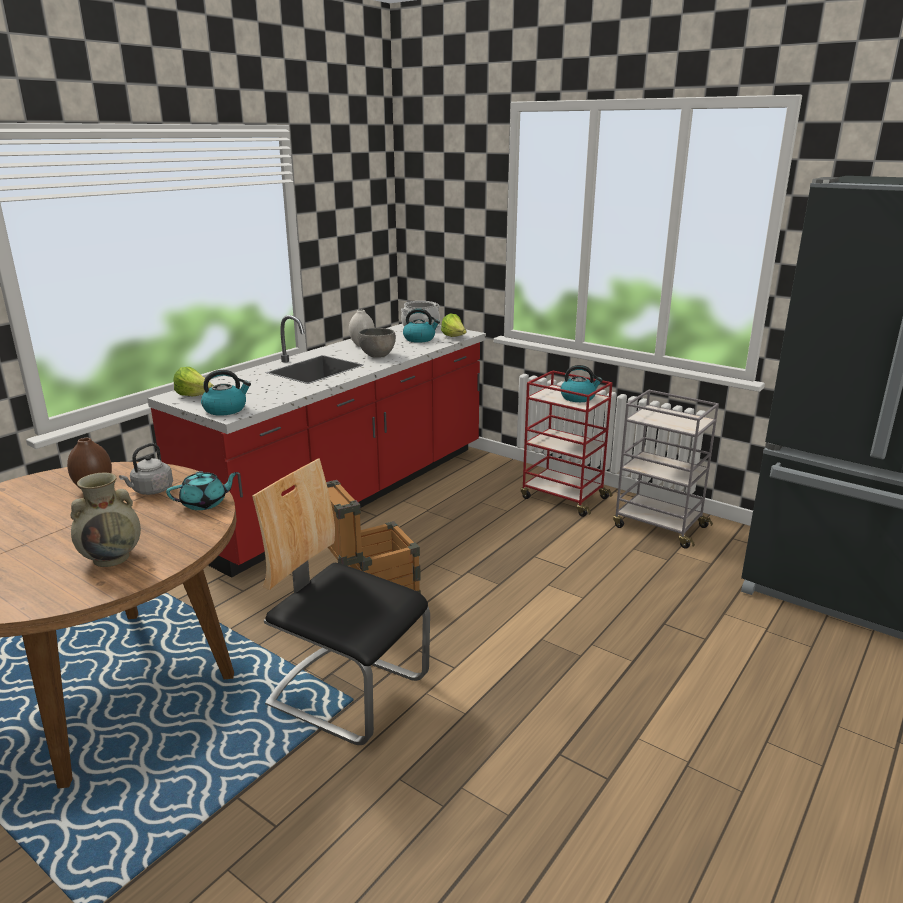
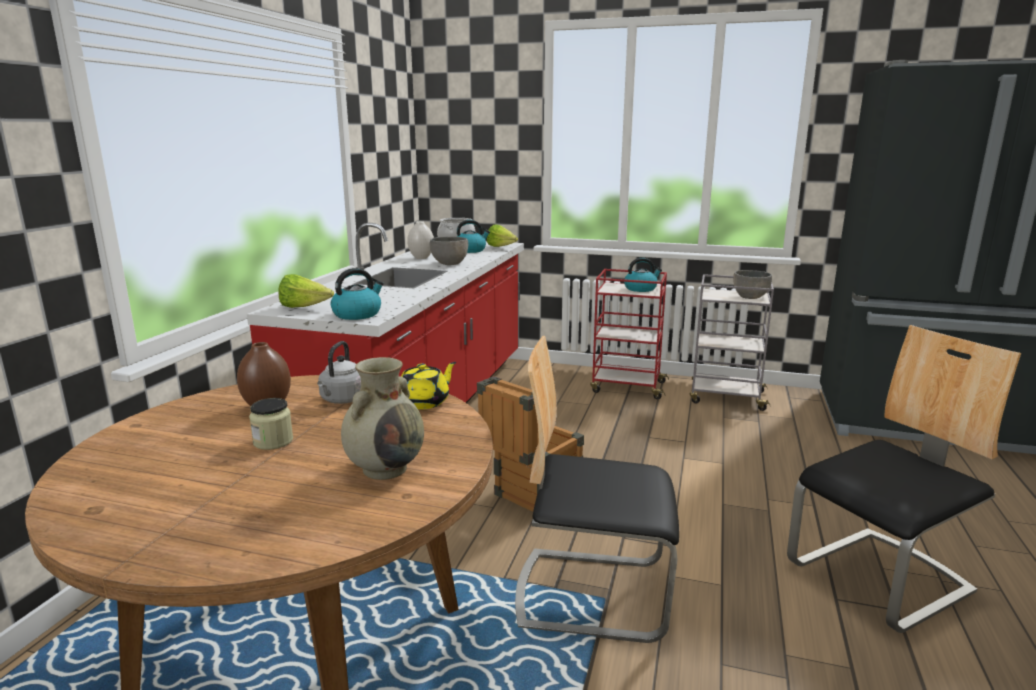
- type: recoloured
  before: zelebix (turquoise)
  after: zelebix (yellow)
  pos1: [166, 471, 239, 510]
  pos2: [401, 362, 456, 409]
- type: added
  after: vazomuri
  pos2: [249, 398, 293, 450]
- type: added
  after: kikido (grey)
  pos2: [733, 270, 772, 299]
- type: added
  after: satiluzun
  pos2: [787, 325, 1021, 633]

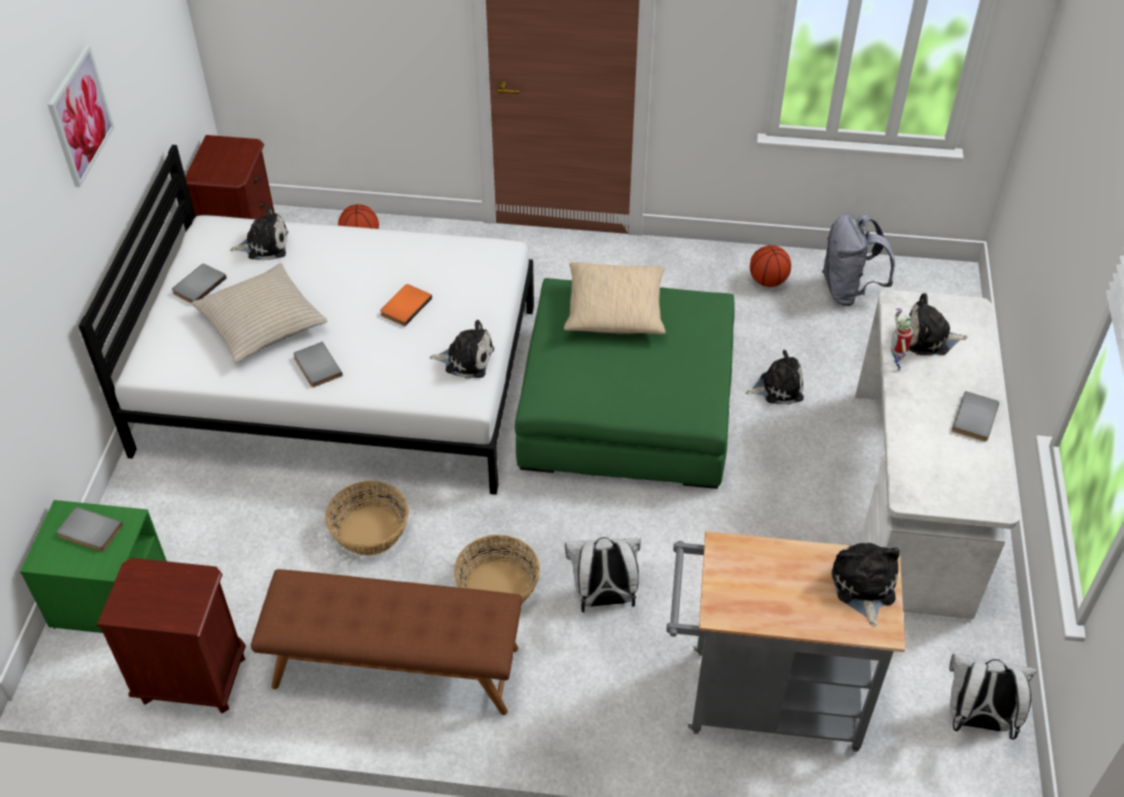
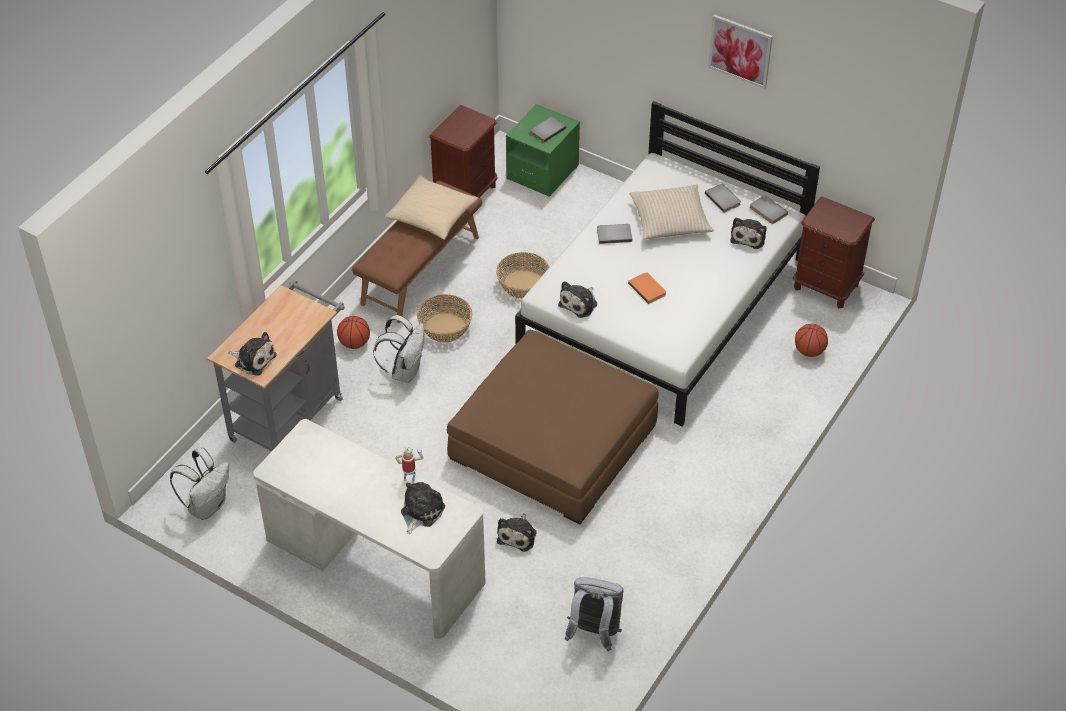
- type: recoloured
  before: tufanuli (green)
  after: tufanuli (brown)
  pos1: [515, 278, 735, 489]
  pos2: [447, 330, 659, 525]
- type: moved
  before: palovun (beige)
  pos1: [564, 262, 666, 334]
  pos2: [385, 175, 478, 240]
- type: moved
  before: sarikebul
  pos1: [750, 245, 791, 287]
  pos2: [337, 316, 370, 349]
- type: moved
  before: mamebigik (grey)
  pos1: [952, 391, 999, 442]
  pos2: [750, 195, 788, 224]

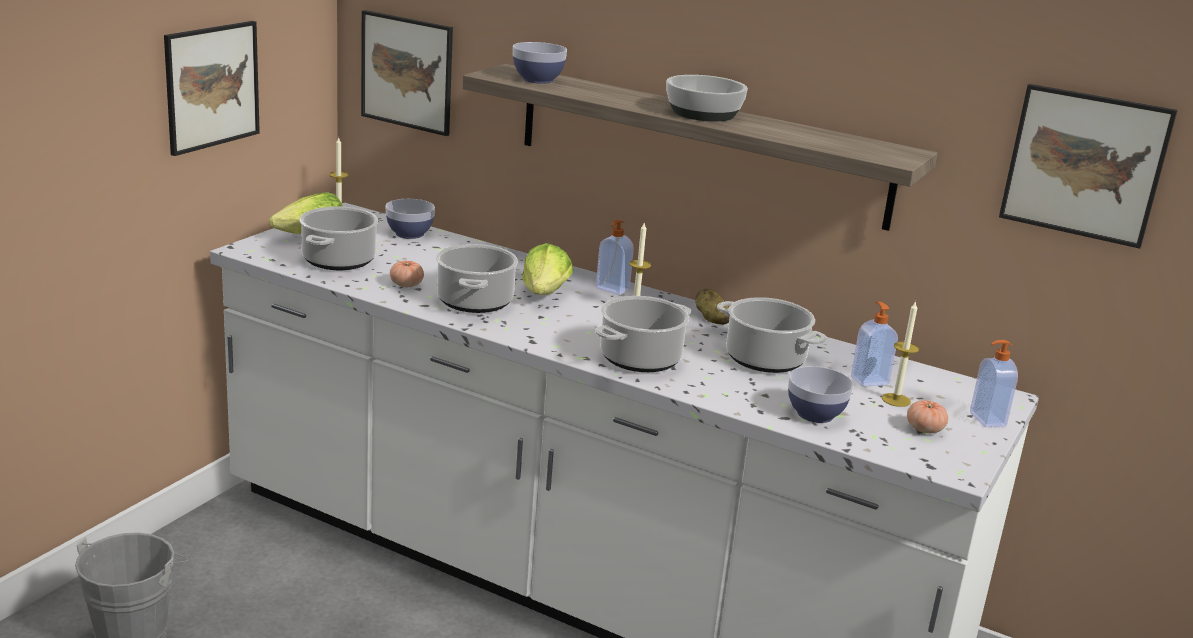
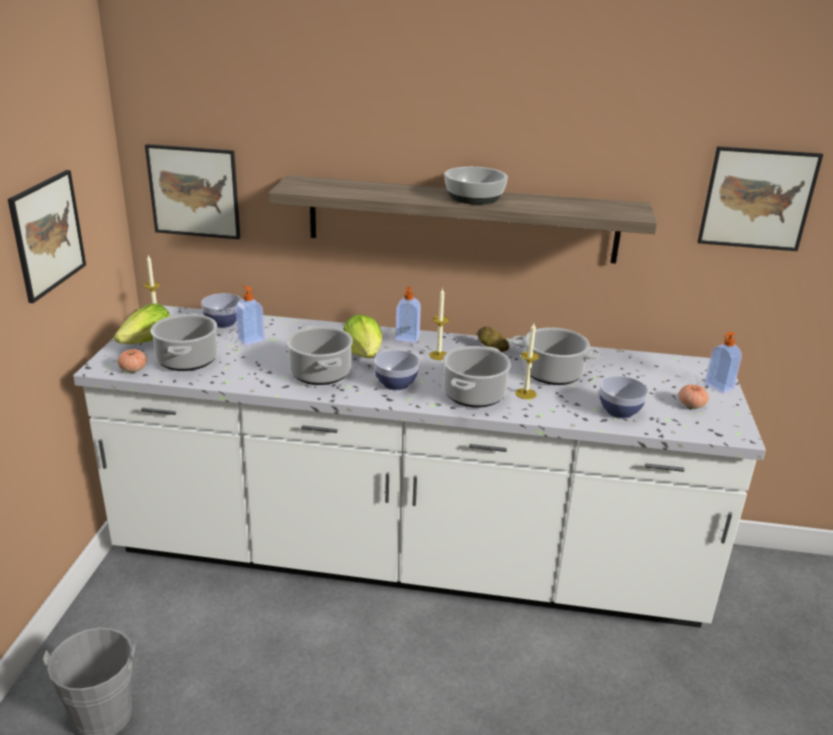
- type: moved
  before: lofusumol
  pos1: [390, 261, 424, 287]
  pos2: [117, 349, 147, 372]
- type: moved
  before: kikido
  pos1: [513, 42, 567, 84]
  pos2: [374, 350, 419, 390]
- type: moved
  before: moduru
  pos1: [851, 302, 898, 387]
  pos2: [236, 286, 265, 345]
- type: moved
  before: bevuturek
  pos1: [882, 301, 919, 407]
  pos2: [515, 323, 540, 399]

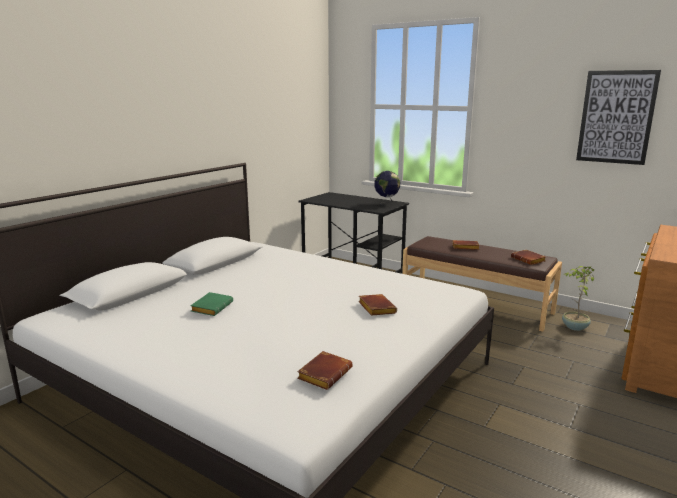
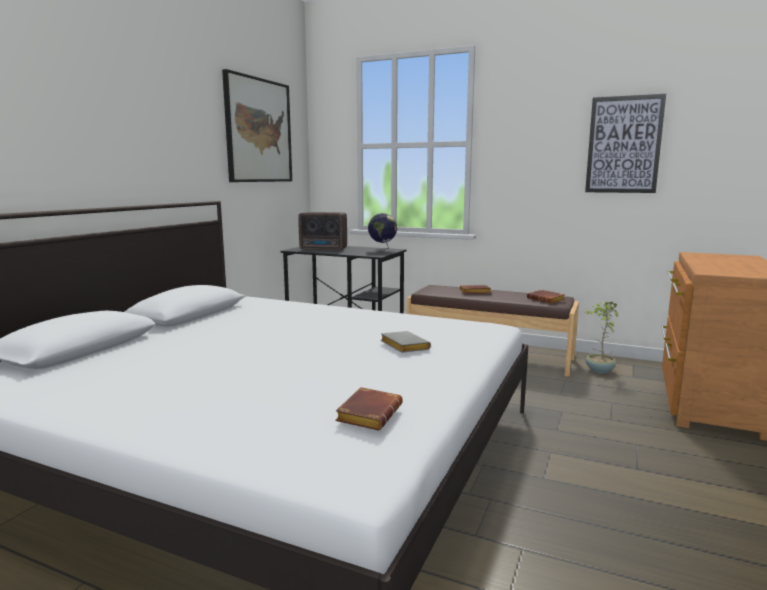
- type: removed
  before: mamebigik (green)
  pos1: [190, 292, 233, 316]
- type: recoloured
  before: mamebigik (brown)
  after: mamebigik (grey)
  pos1: [358, 294, 397, 316]
  pos2: [380, 331, 431, 353]
- type: added
  after: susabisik
  pos2: [222, 69, 292, 182]
- type: added
  after: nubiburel
  pos2: [298, 212, 347, 251]

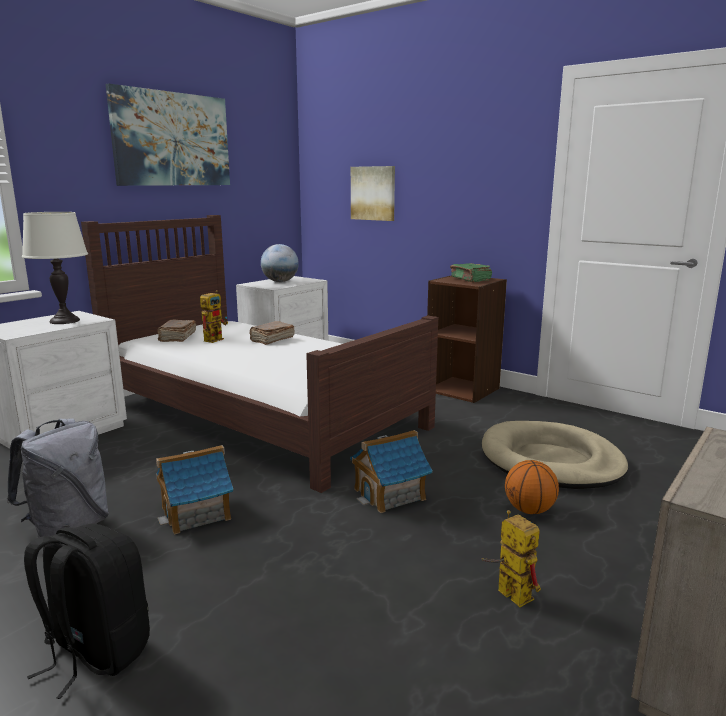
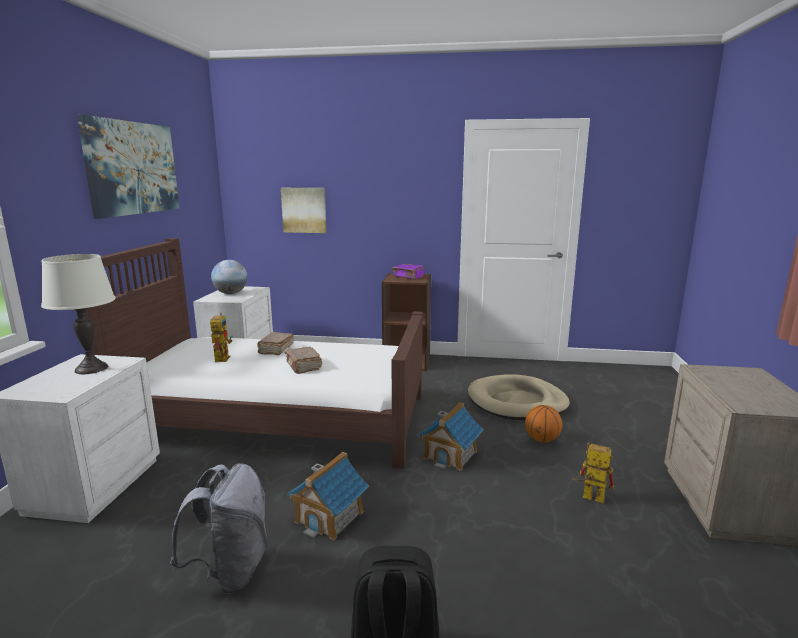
- type: moved
  before: mamebigik (brown)
  pos1: [157, 319, 196, 342]
  pos2: [285, 347, 322, 374]
- type: recoloured
  before: mamebigik (green)
  after: mamebigik (purple)
  pos1: [450, 263, 492, 282]
  pos2: [392, 264, 425, 280]

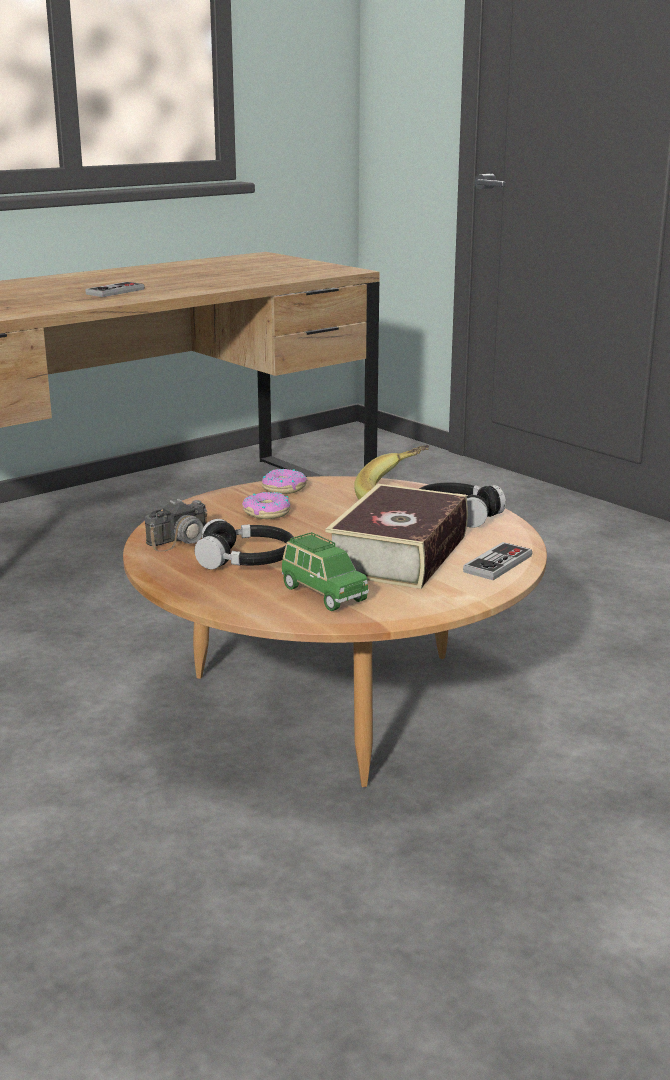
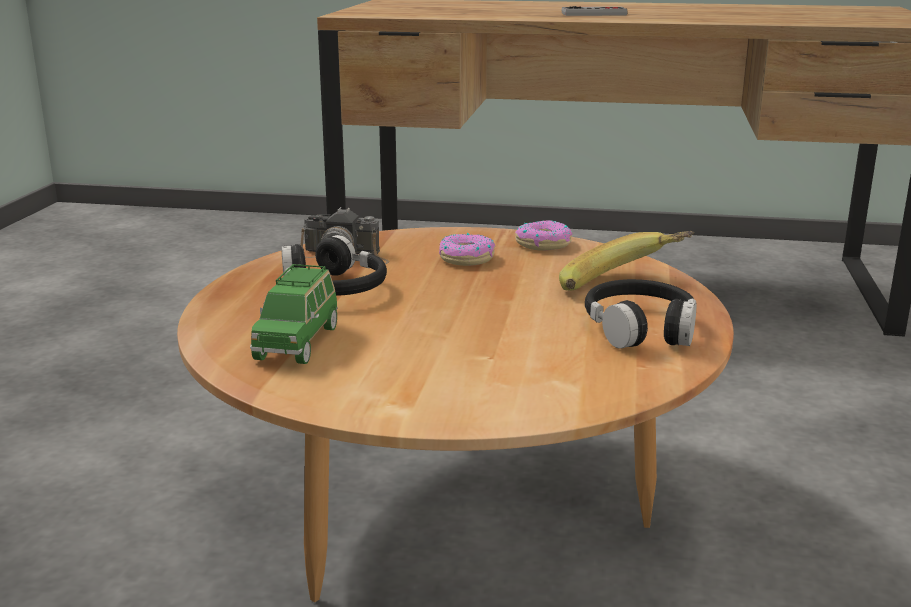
- type: removed
  before: mamebigik
  pos1: [325, 484, 468, 589]
- type: removed
  before: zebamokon
  pos1: [463, 542, 532, 580]

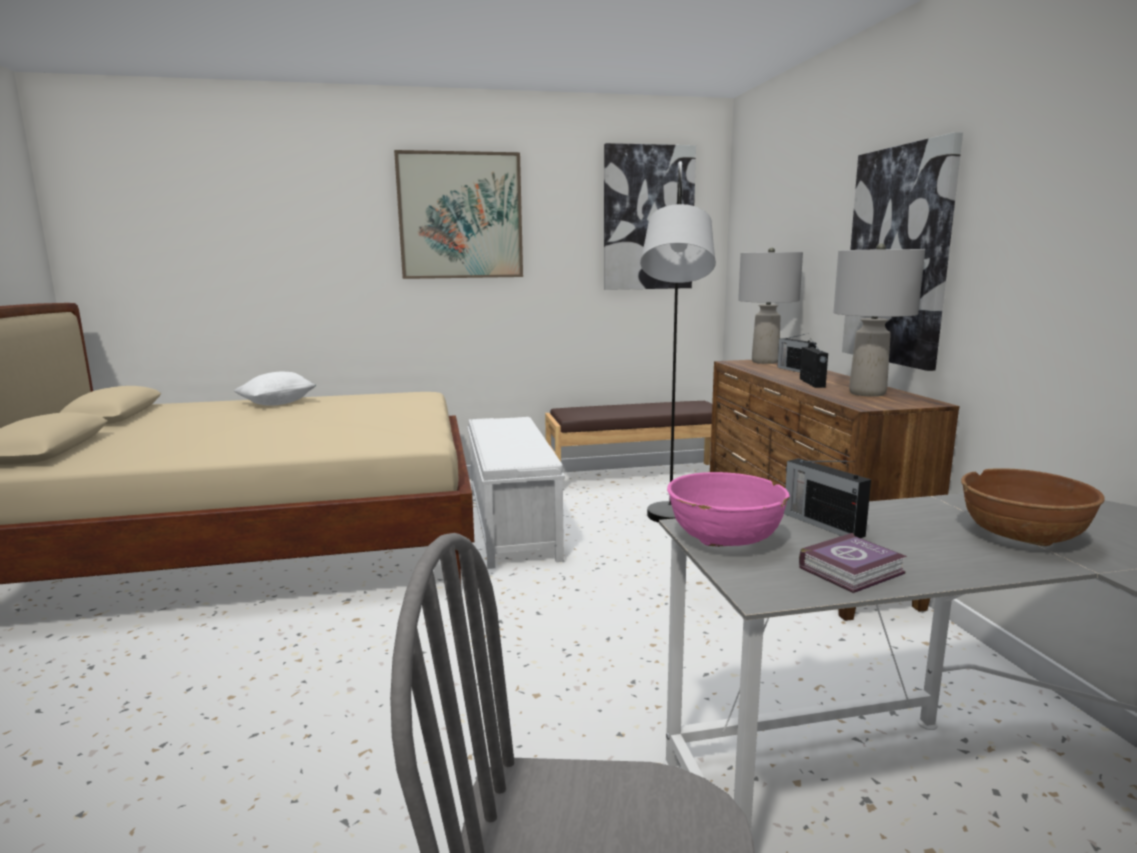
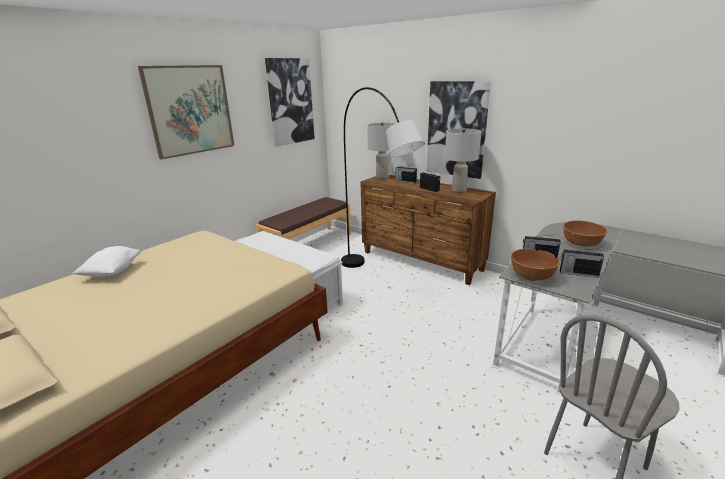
- type: recoloured
  before: kikido (pink)
  after: kikido (brown)
  pos1: [667, 472, 790, 547]
  pos2: [511, 249, 560, 281]
- type: replaced
  before: mamebigik
  after: nubiburel
  pos1: [799, 533, 907, 593]
  pos2: [560, 248, 604, 278]

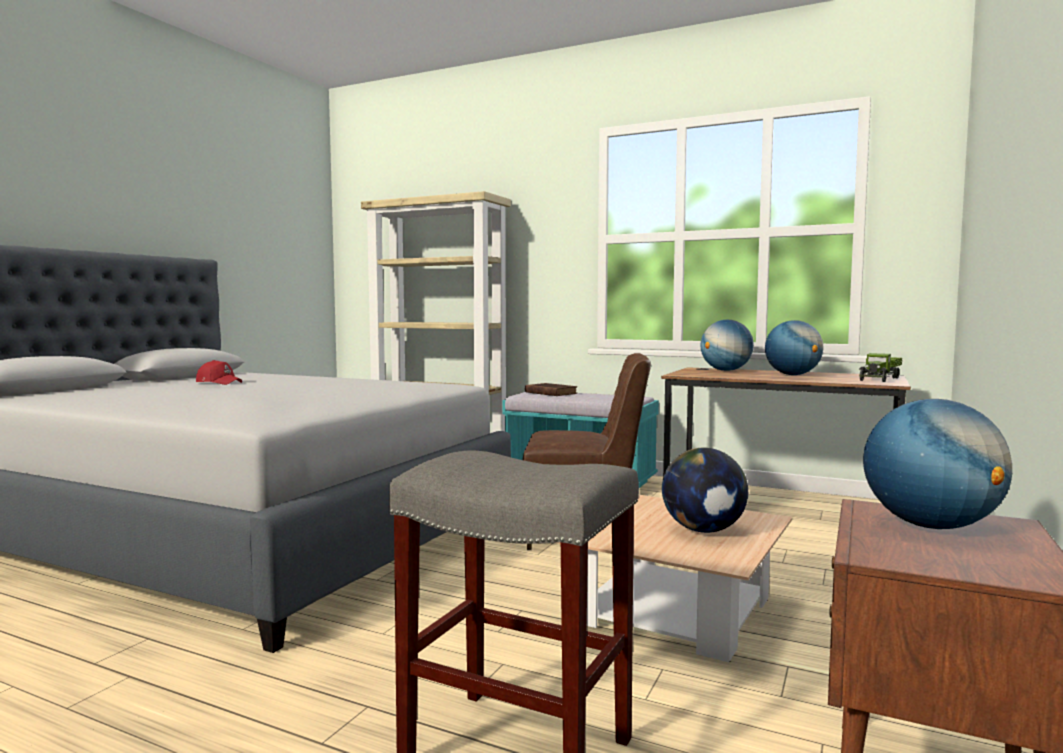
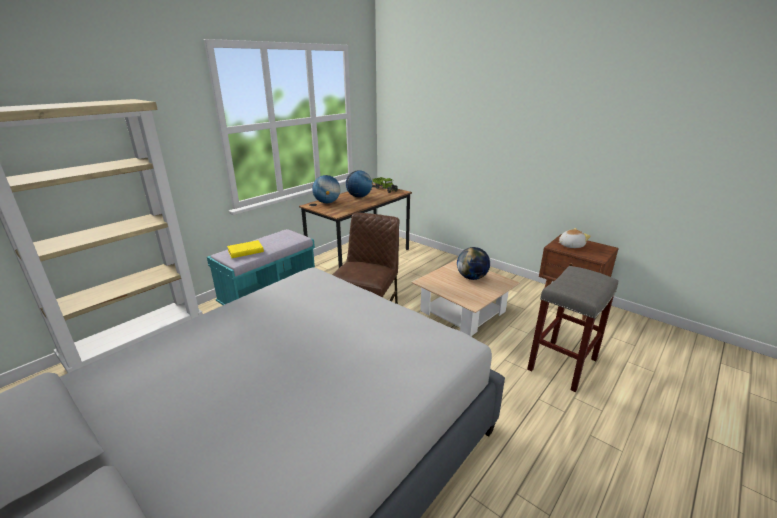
- type: removed
  before: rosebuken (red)
  pos1: [196, 360, 242, 385]
- type: recoloured
  before: mamebigik (brown)
  after: mamebigik (yellow)
  pos1: [525, 383, 577, 396]
  pos2: [227, 240, 264, 258]
- type: replaced
  before: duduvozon
  after: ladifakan
  pos1: [863, 399, 1012, 529]
  pos2: [559, 228, 591, 248]

